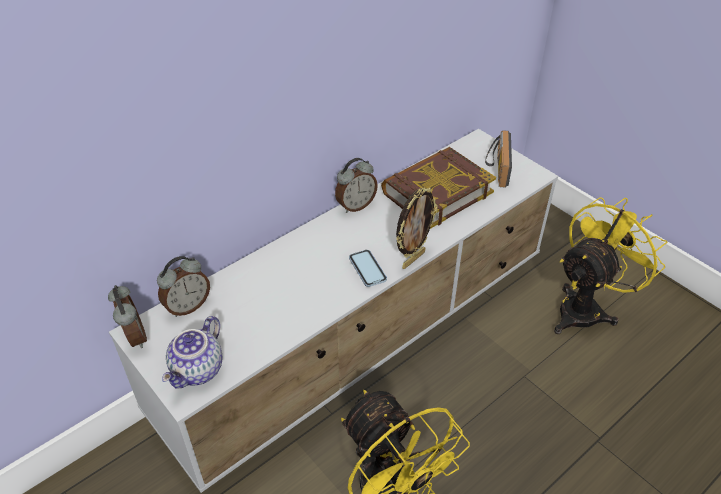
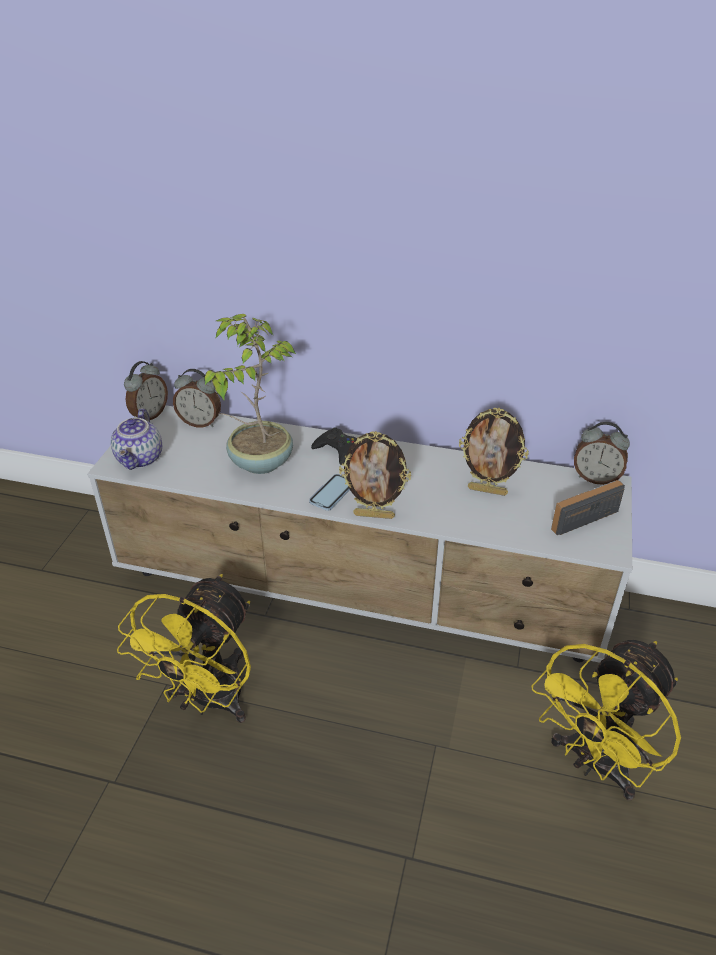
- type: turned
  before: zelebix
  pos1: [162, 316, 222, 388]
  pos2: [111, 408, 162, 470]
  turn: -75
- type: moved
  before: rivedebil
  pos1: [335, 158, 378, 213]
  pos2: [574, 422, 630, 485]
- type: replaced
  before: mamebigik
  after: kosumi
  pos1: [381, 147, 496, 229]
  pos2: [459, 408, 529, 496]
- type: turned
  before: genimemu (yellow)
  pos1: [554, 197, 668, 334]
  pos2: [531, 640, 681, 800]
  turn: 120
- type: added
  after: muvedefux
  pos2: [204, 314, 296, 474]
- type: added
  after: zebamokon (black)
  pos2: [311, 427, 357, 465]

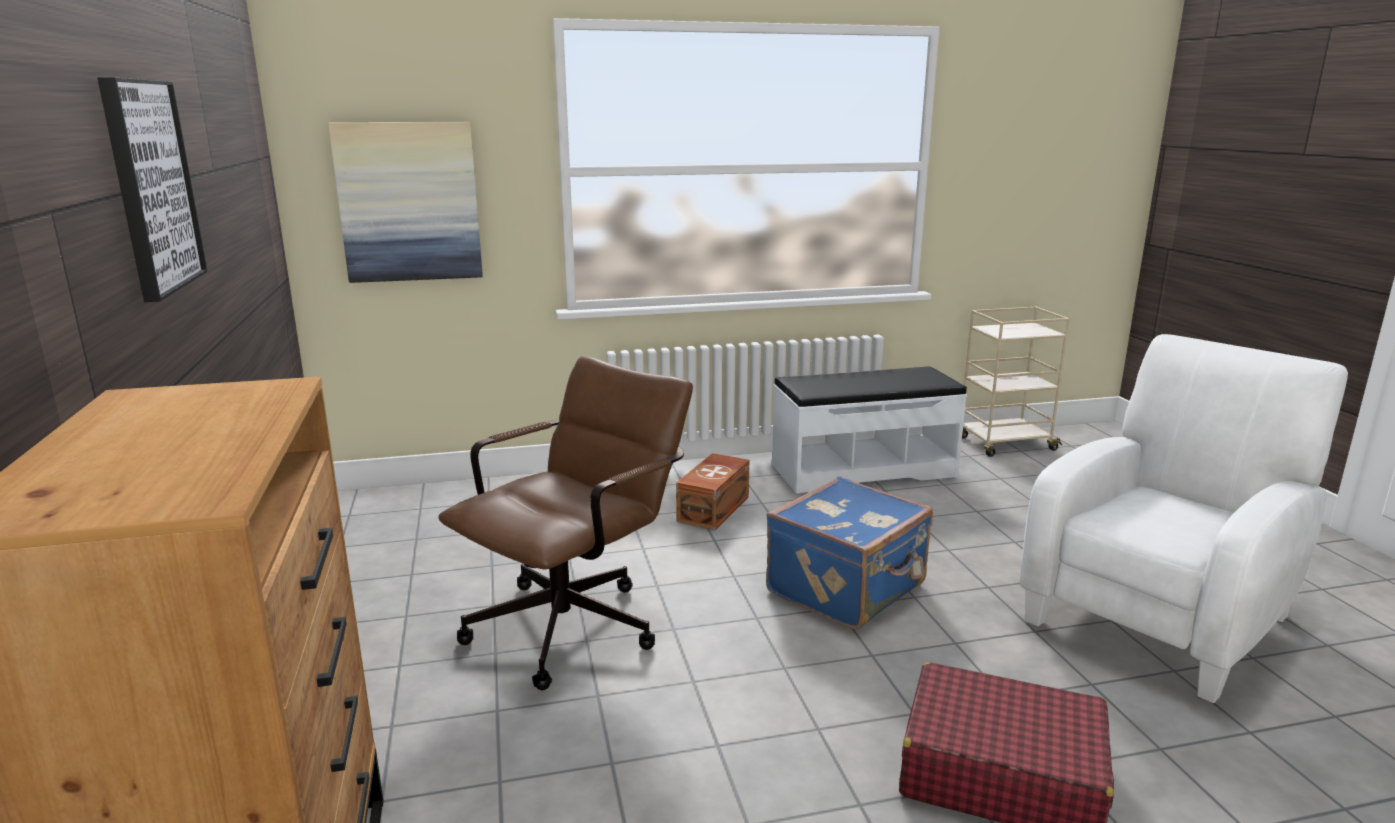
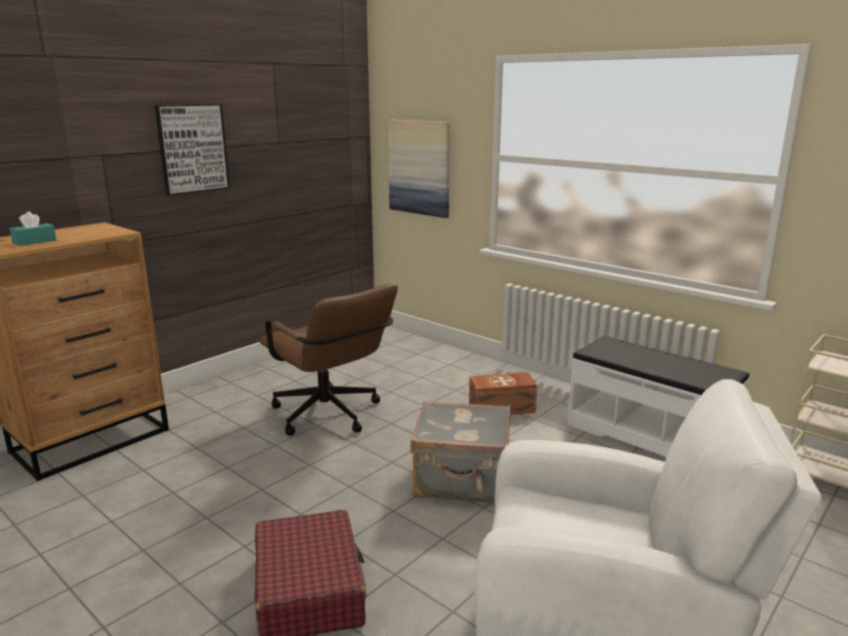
- type: turned
  before: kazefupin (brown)
  pos1: [438, 356, 693, 690]
  pos2: [259, 284, 398, 436]
  turn: 45
- type: recoloured
  before: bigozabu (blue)
  after: bigozabu (grey)
  pos1: [766, 476, 933, 629]
  pos2: [410, 401, 510, 503]
- type: added
  after: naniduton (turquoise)
  pos2: [10, 212, 56, 246]

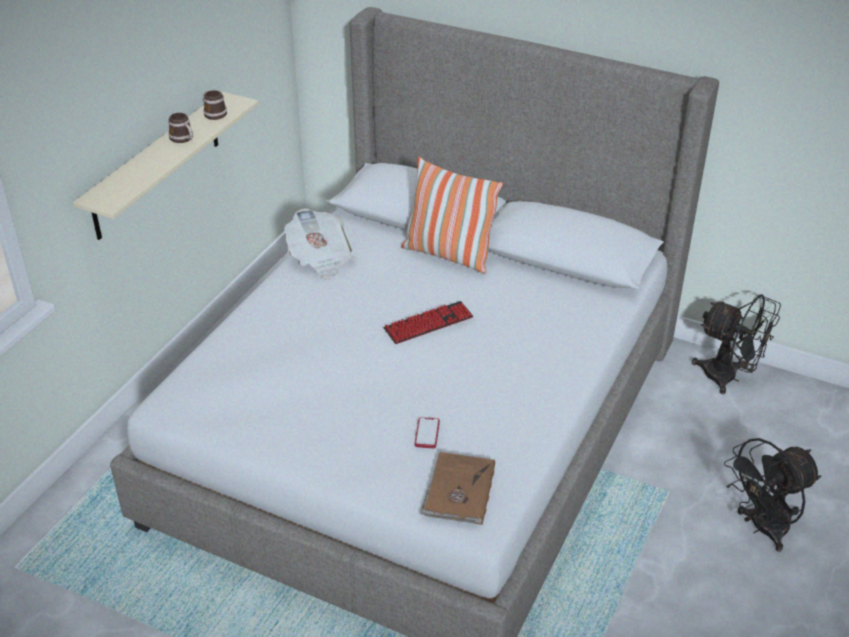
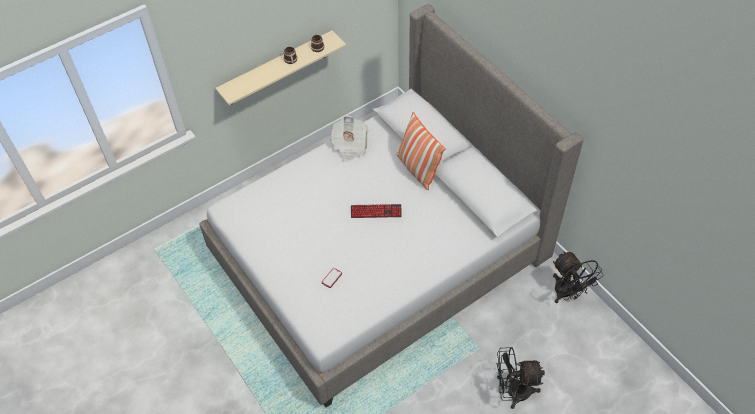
- type: removed
  before: mamebigik (brown)
  pos1: [420, 452, 495, 525]

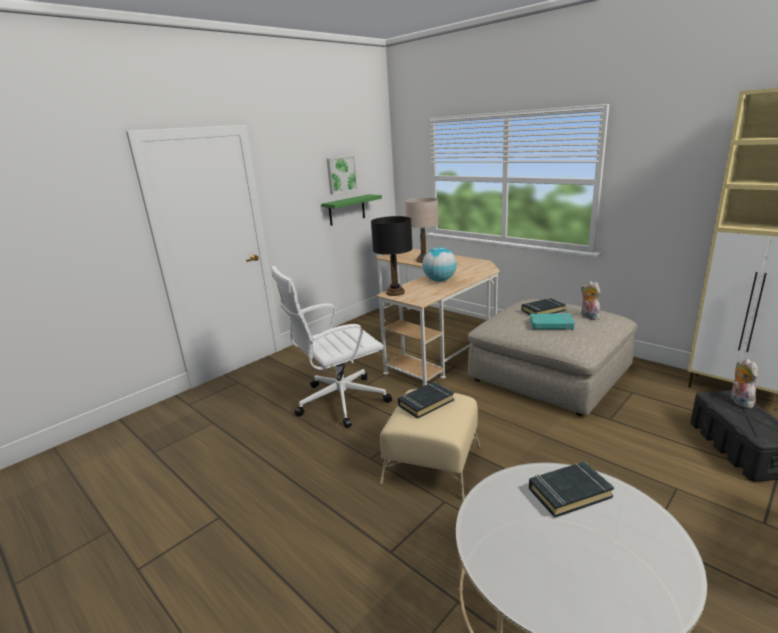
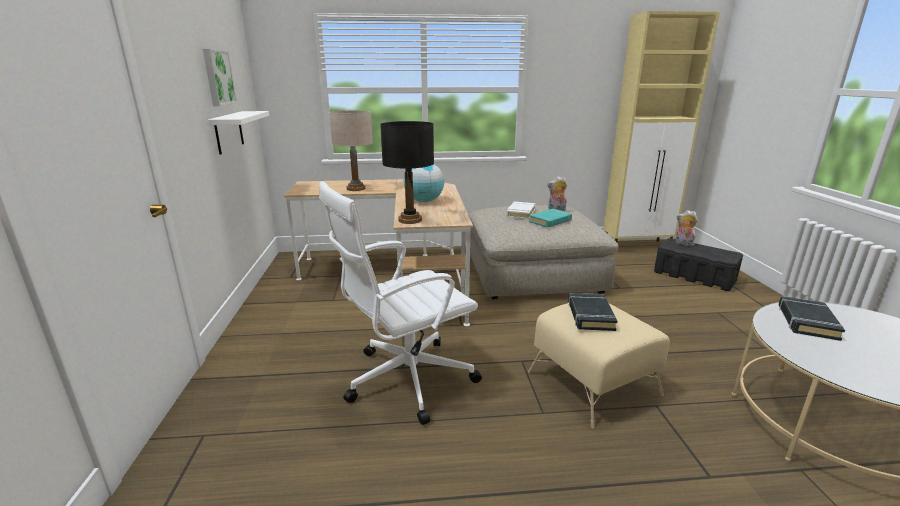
- type: turned
  before: kazefupin (white)
  pos1: [271, 266, 392, 428]
  pos2: [319, 181, 482, 425]
  turn: 45
- type: recoloured
  before: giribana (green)
  after: giribana (white)
  pos1: [321, 194, 382, 226]
  pos2: [208, 111, 269, 154]
- type: recoloured
  before: mamebigik (black)
  after: mamebigik (white)
  pos1: [521, 298, 566, 315]
  pos2: [505, 201, 535, 219]

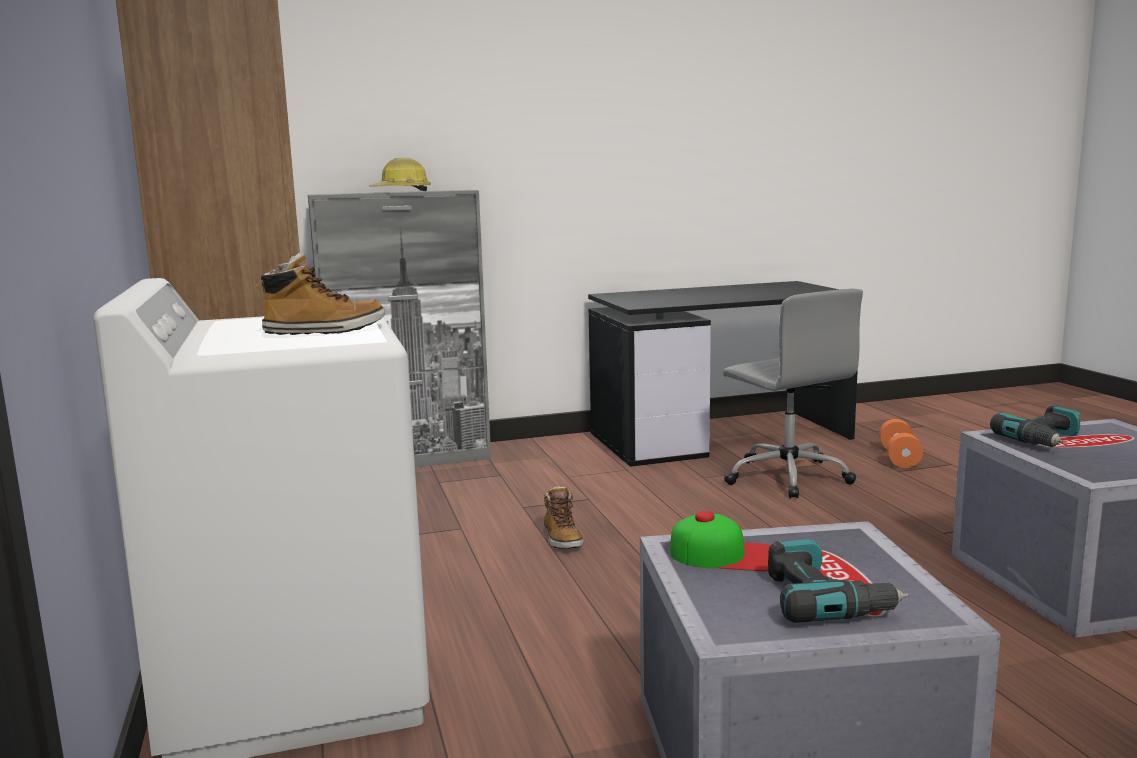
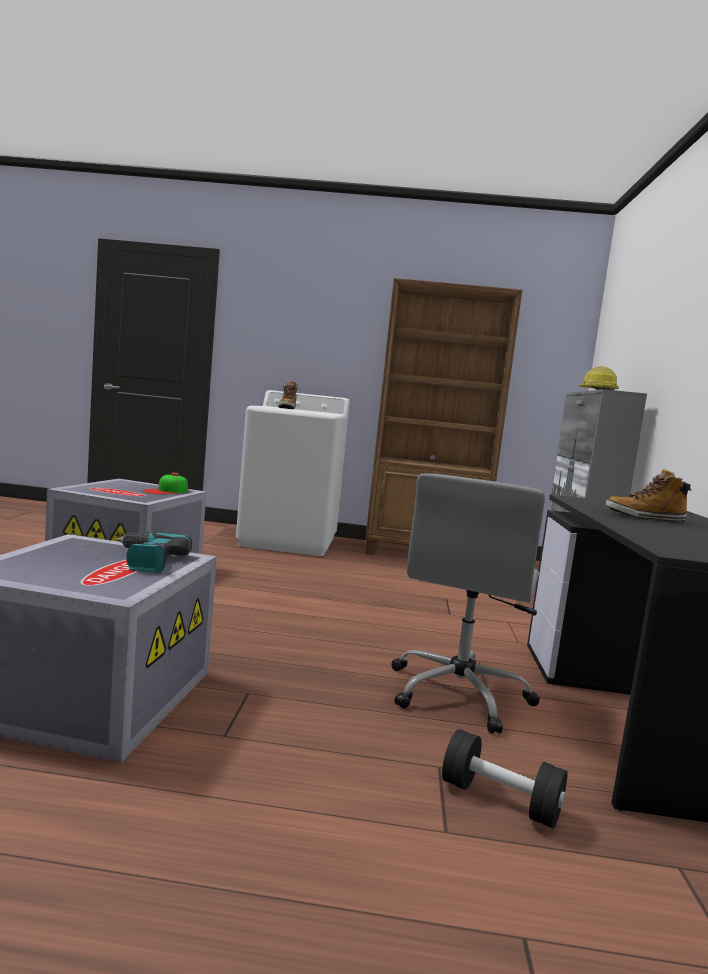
- type: moved
  before: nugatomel
  pos1: [544, 486, 584, 549]
  pos2: [606, 468, 692, 522]
- type: turned
  before: kazefupin (grey)
  pos1: [723, 289, 863, 498]
  pos2: [391, 473, 545, 734]
  turn: -60
- type: removed
  before: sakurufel
  pos1: [768, 539, 909, 623]
- type: recoloured
  before: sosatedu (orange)
  after: sosatedu (black)
  pos1: [879, 419, 923, 468]
  pos2: [442, 729, 567, 829]

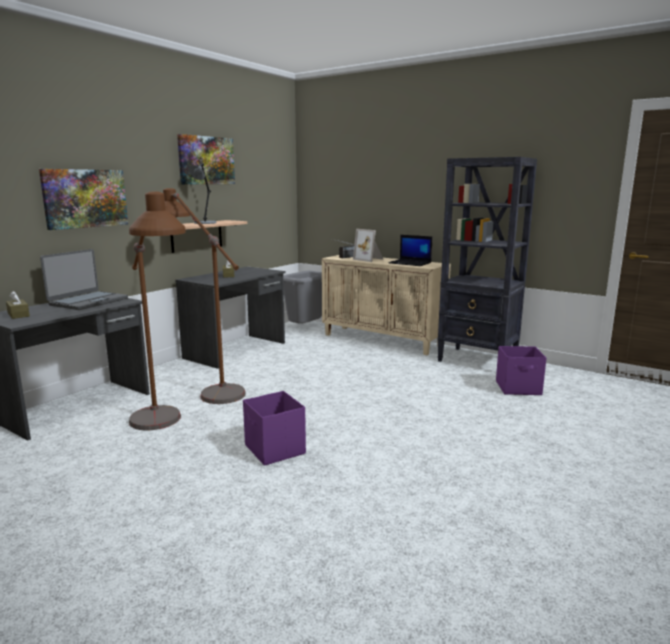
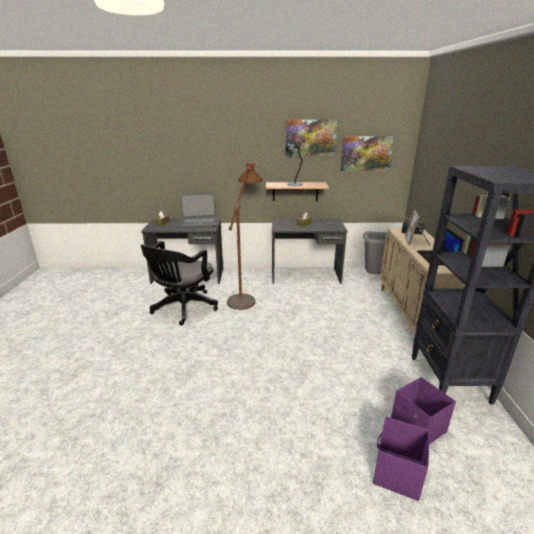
- type: moved
  before: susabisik
  pos1: [39, 169, 128, 230]
  pos2: [341, 136, 395, 171]
- type: replaced
  before: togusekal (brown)
  after: kazefupin (black)
  pos1: [129, 192, 186, 430]
  pos2: [141, 241, 218, 326]
- type: moved
  before: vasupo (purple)
  pos1: [243, 391, 306, 466]
  pos2: [373, 416, 430, 501]

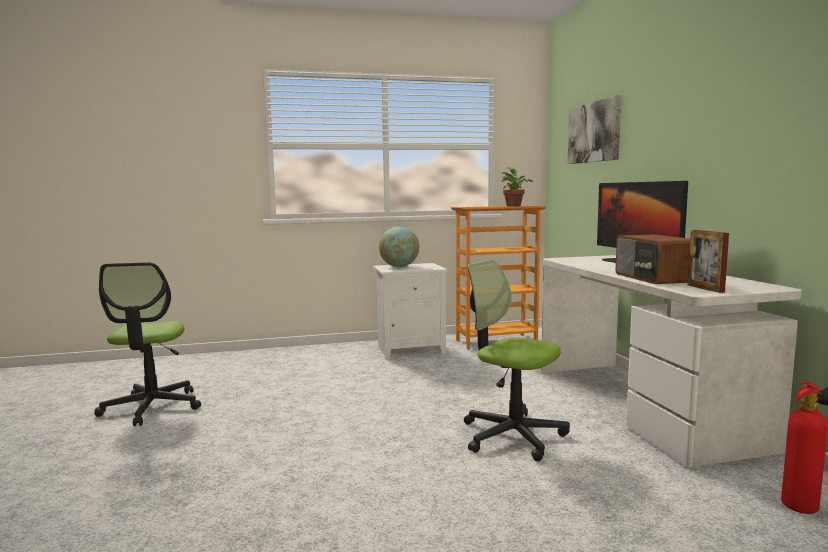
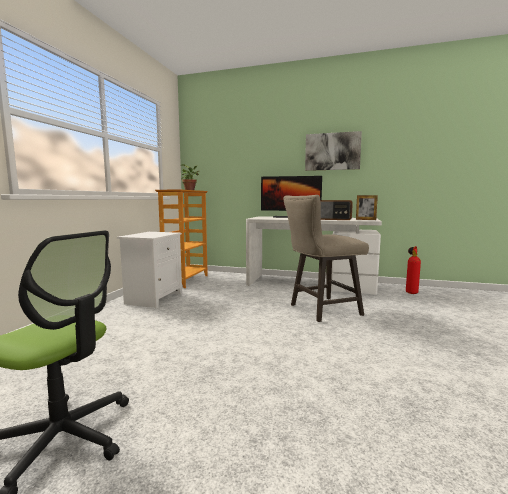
- type: removed
  before: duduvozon
  pos1: [379, 227, 419, 267]
- type: replaced
  before: kazefupin
  after: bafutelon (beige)
  pos1: [464, 260, 570, 461]
  pos2: [283, 195, 369, 322]
- type: moved
  before: susabisik
  pos1: [568, 95, 621, 164]
  pos2: [305, 131, 362, 171]

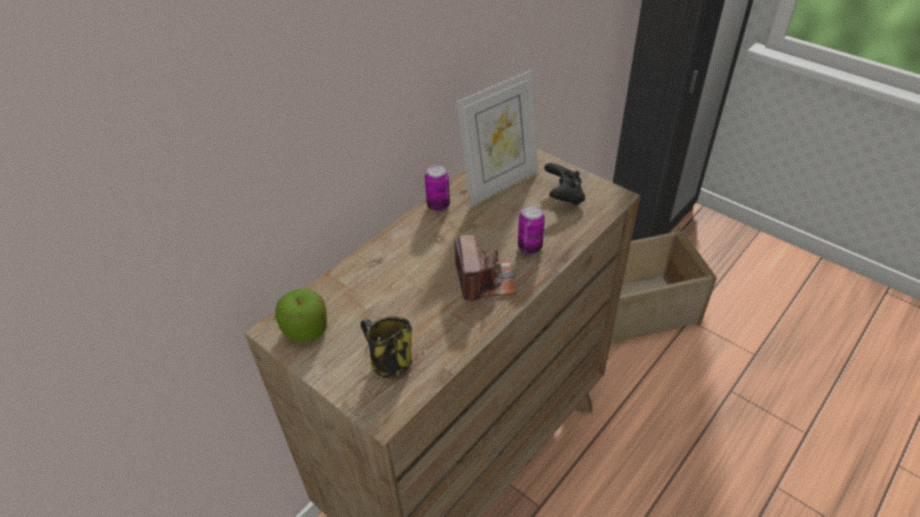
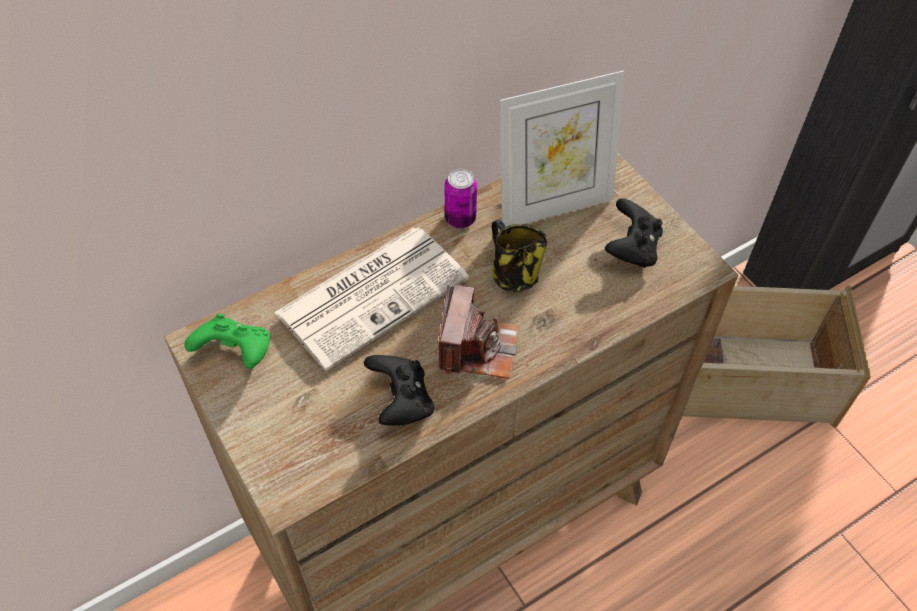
- type: replaced
  before: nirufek
  after: zebamokon (green)
  pos1: [275, 289, 327, 342]
  pos2: [184, 313, 270, 369]
- type: moved
  before: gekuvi
  pos1: [360, 316, 412, 378]
  pos2: [492, 220, 547, 293]
- type: removed
  before: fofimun
  pos1: [518, 205, 545, 254]
- type: added
  after: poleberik
  pos2: [274, 227, 469, 371]
- type: added
  after: zebamokon (black)
  pos2: [364, 355, 434, 426]

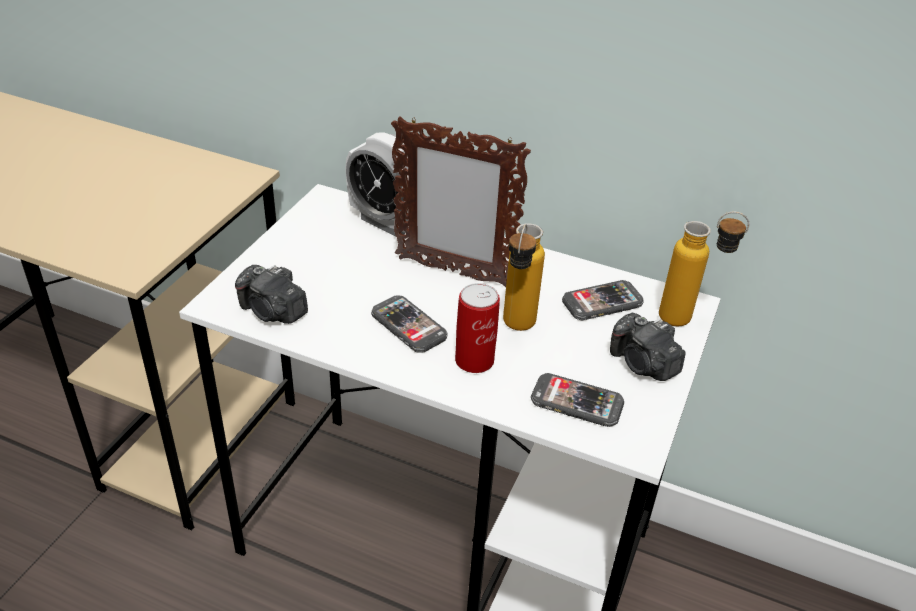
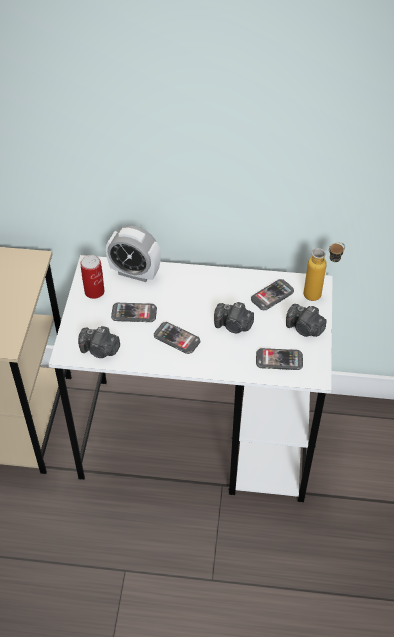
- type: removed
  before: kosumi
  pos1: [391, 116, 531, 287]
- type: moved
  before: fofimun
  pos1: [455, 283, 500, 373]
  pos2: [80, 255, 105, 299]
- type: replaced
  before: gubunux
  after: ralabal
  pos1: [503, 223, 545, 331]
  pos2: [214, 302, 254, 333]
- type: added
  after: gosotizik
  pos2: [111, 303, 157, 322]

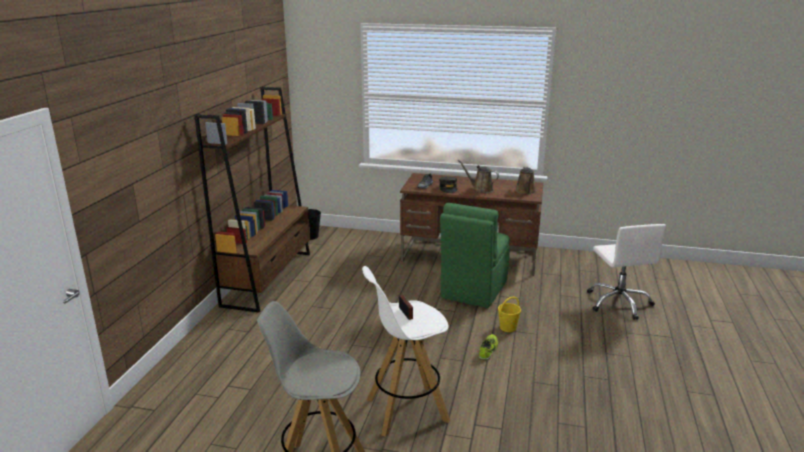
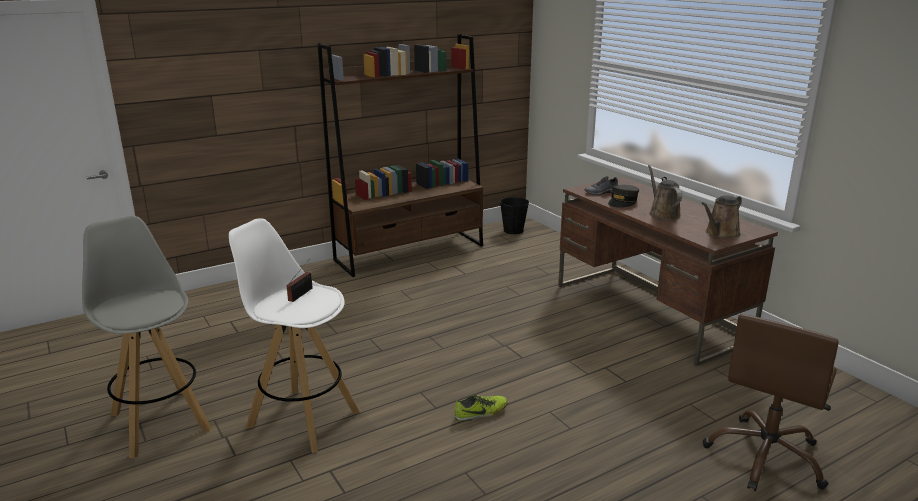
- type: removed
  before: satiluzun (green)
  pos1: [440, 203, 510, 308]
- type: removed
  before: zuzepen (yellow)
  pos1: [498, 297, 521, 332]
- type: recoloured
  before: kazefupin (white)
  after: kazefupin (brown)
  pos1: [587, 224, 666, 320]
  pos2: [703, 314, 839, 491]

